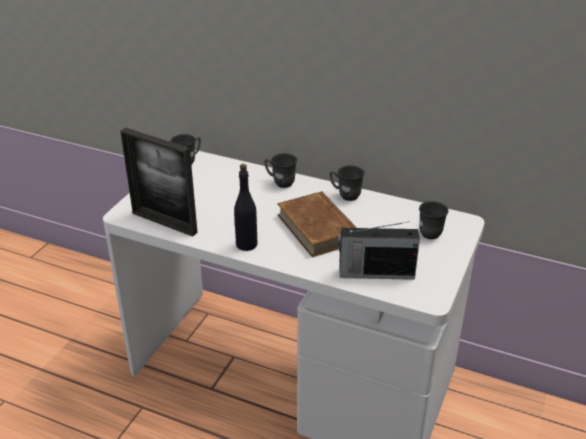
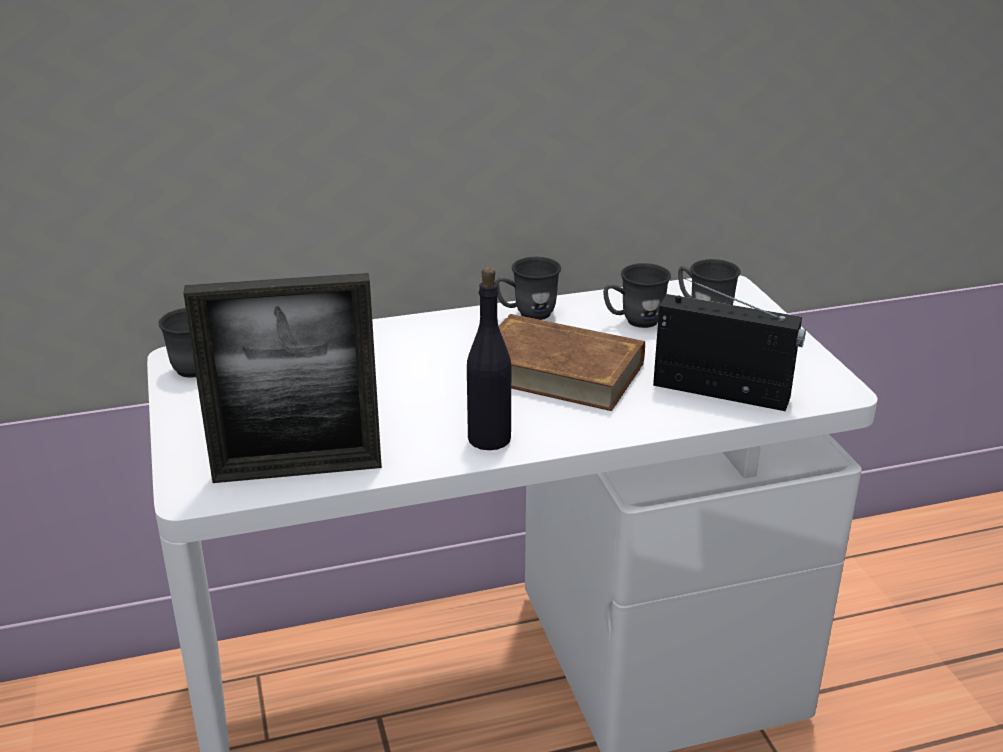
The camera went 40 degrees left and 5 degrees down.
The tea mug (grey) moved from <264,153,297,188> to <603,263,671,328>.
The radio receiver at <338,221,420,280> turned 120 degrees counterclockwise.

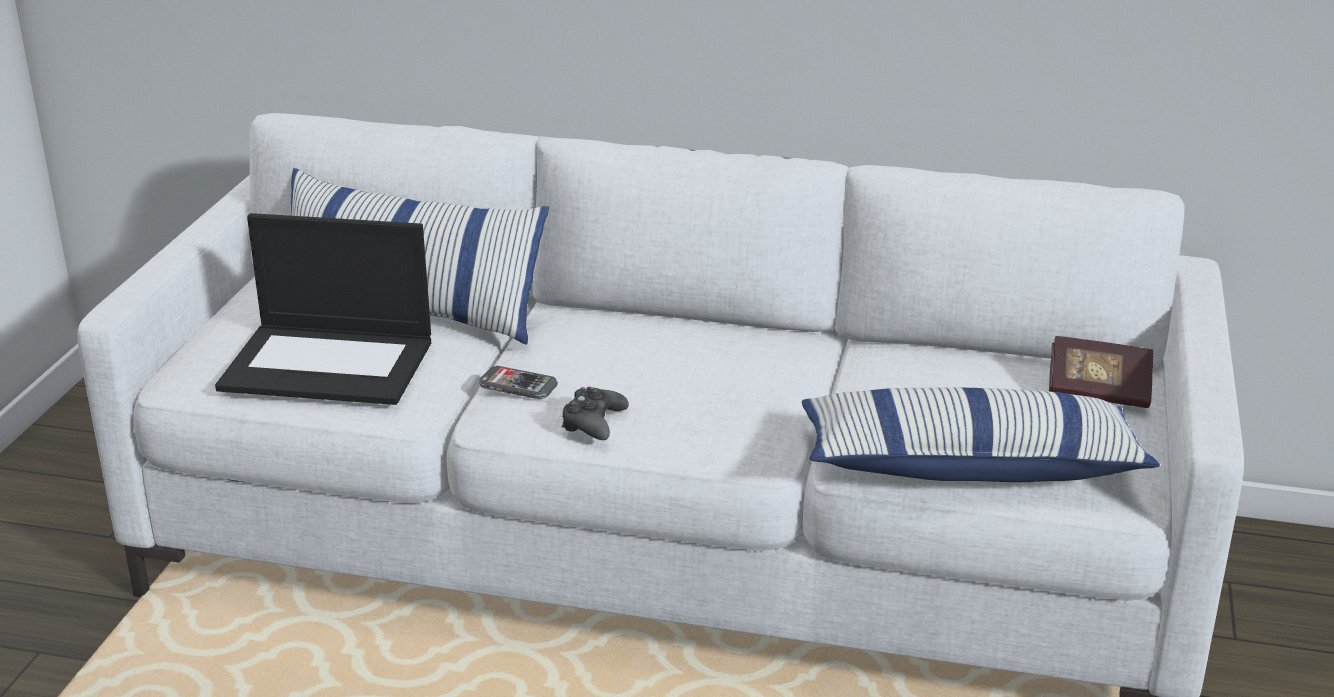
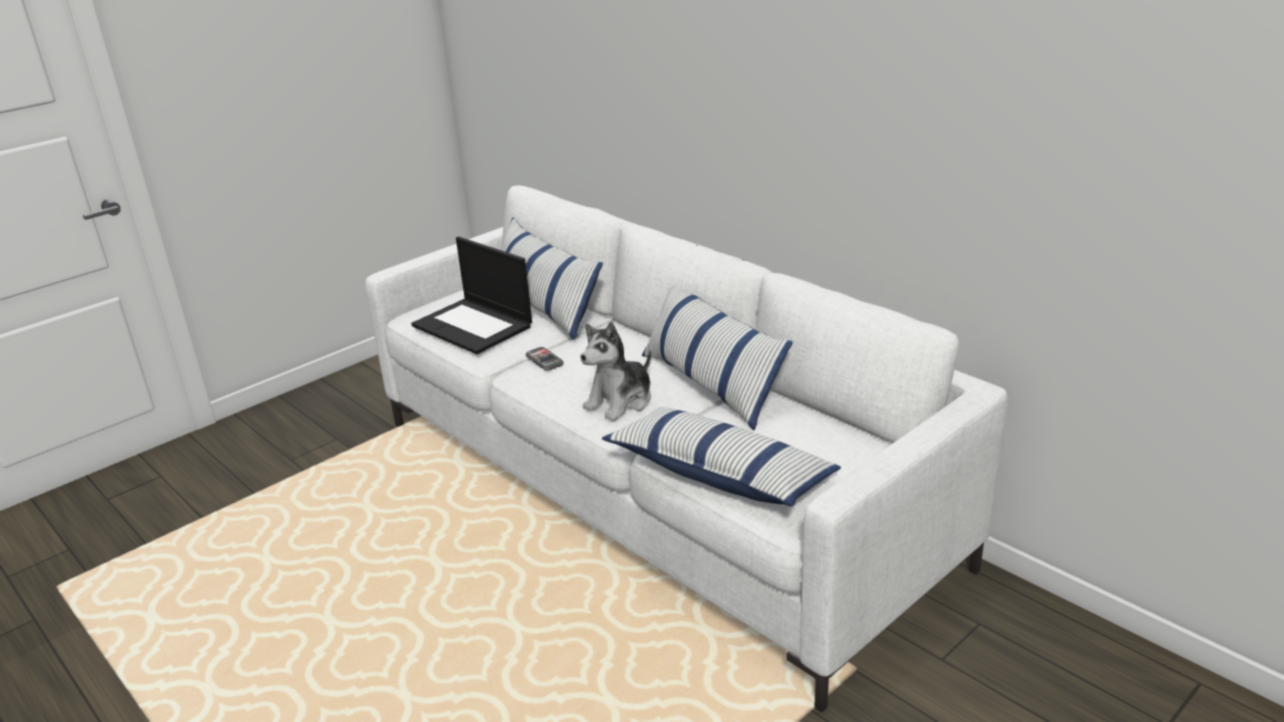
The camera went 35 degrees right and 0 degrees up.
The joypad (black) at <561,387,629,440> disappeared.
The book at <1049,336,1153,408> disappeared.
The plush toy at <580,322,651,421> appeared.
The throw pillow at <642,285,793,431> appeared.

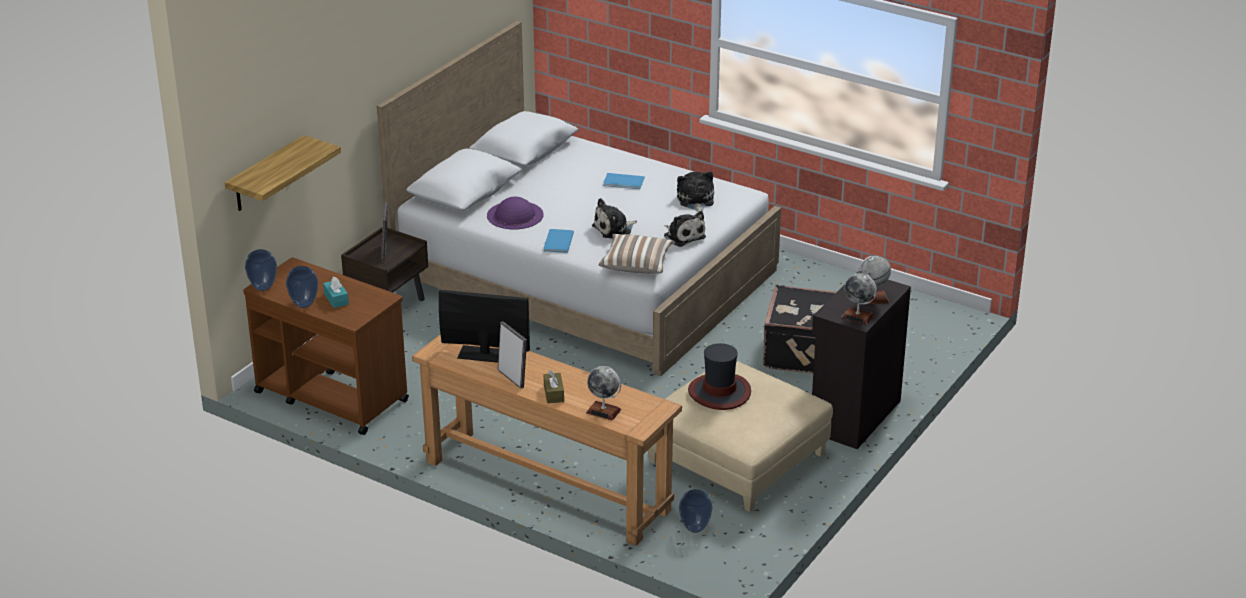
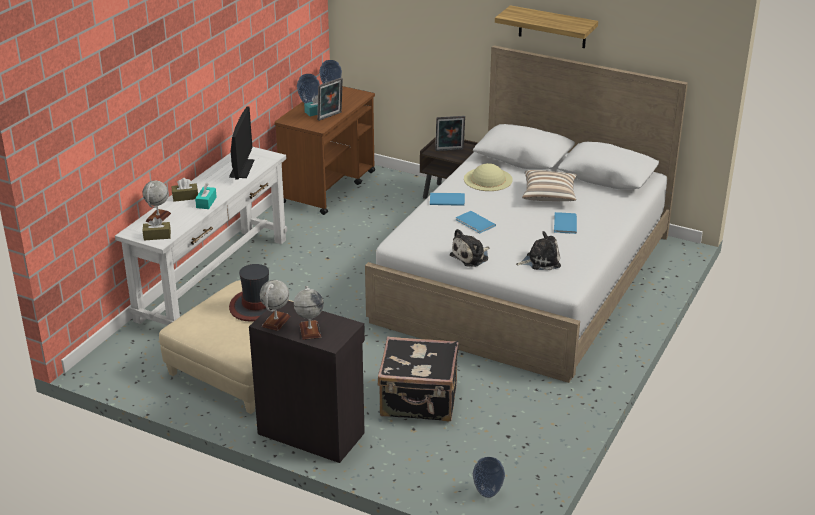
The camera went 85 degrees right and 0 degrees up.
The wall shelf moved from <225,135,341,211> to <495,5,598,48>.
The console table (brown) at <412,334,682,546> became the console table (whitish) at <115,147,287,325>.
The wearable hat (purple-coloured) at <487,197,543,229> became the wearable hat (beige-coloured) at <464,163,513,191>.
The standing frame moved from <498,321,527,389> to <317,78,343,121>.
The plush toy at <592,198,637,239> was replaced by the book (bluish) at <456,211,496,233>.
The throw pillow moved from <598,234,673,274> to <522,170,577,201>.
The flower vase moved from <679,489,713,533> to <473,457,505,498>.
The box of tissues (brown) at <143,217,171,240> appeared.
The box of tissues (turquoise) at <195,183,217,209> appeared.

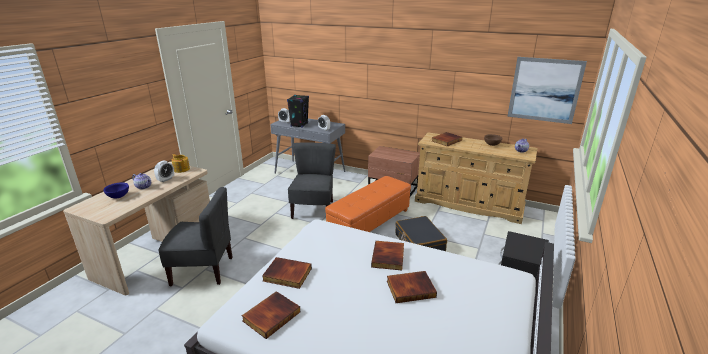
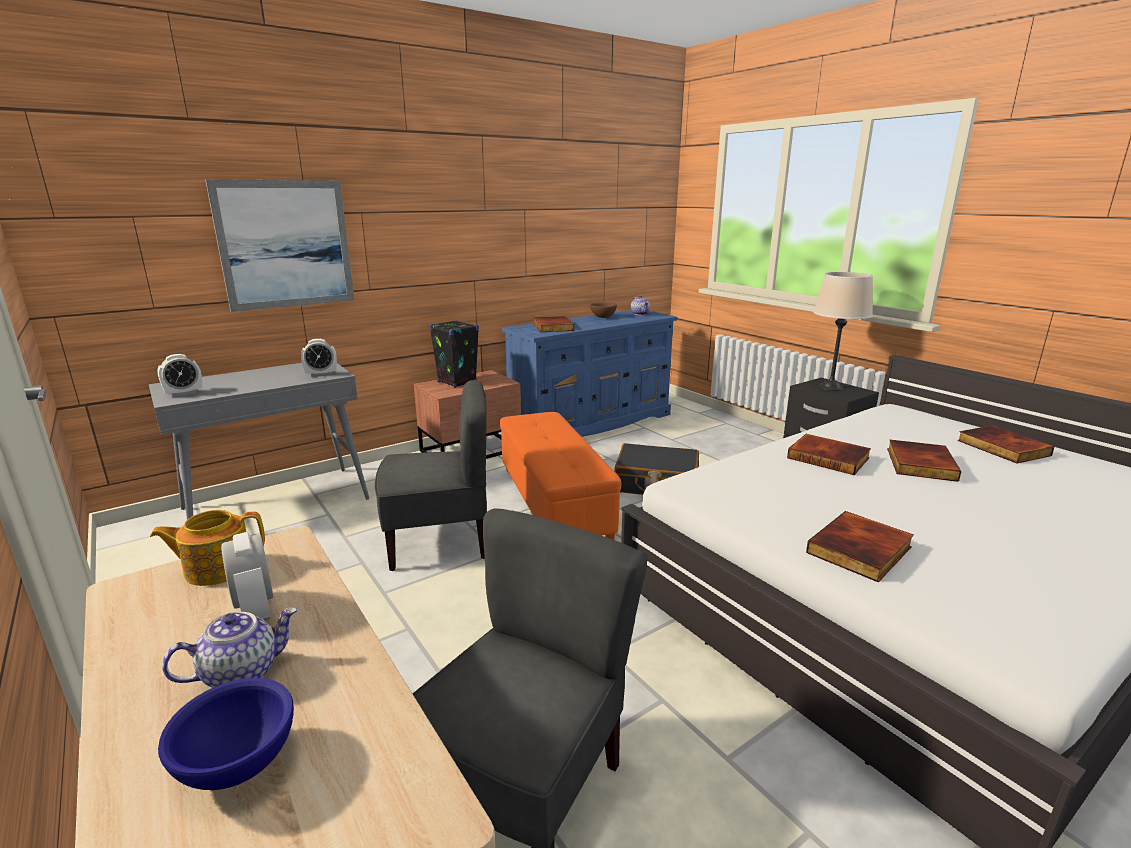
The camera went 60 degrees left and 5 degrees down.
The book moved from <242,291,300,339> to <957,425,1055,464>.
The speaker (black) moved from <287,95,309,128> to <430,320,479,388>.
The upright chair (grey) at <288,142,336,219> turned 135 degrees clockwise.
The chest of drawers (beige-coloured) at <415,132,537,224> became the chest of drawers (bluish) at <502,310,678,437>.
The wall picture moved from <507,57,587,124> to <205,179,354,312>.
The table lamp (beige-coloured) at <813,272,873,391> appeared.

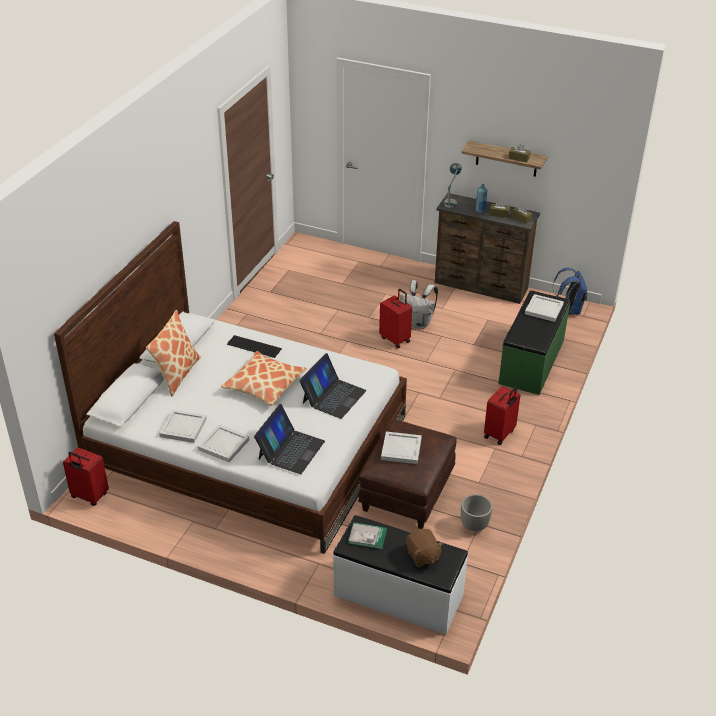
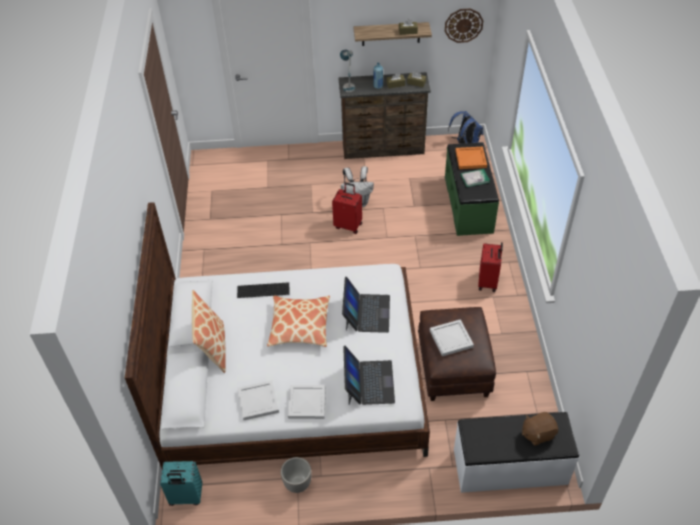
The camera went 25 degrees left and 10 degrees up.
The piece of luggage (reddish) at <63,447,109,506> became the piece of luggage (turquoise) at <160,461,202,506>.
The book moved from <348,522,387,549> to <461,169,490,187>.
The plush toy (brown) at <406,529,443,567> turned 120 degrees clockwise.
The flower pot moved from <461,494,493,531> to <281,457,311,493>.
The carrying tray (whitish) at <525,294,564,322> became the carrying tray (orange-coloured) at <455,147,487,169>.
The clock on the wall at <445,8,483,43> appeared.

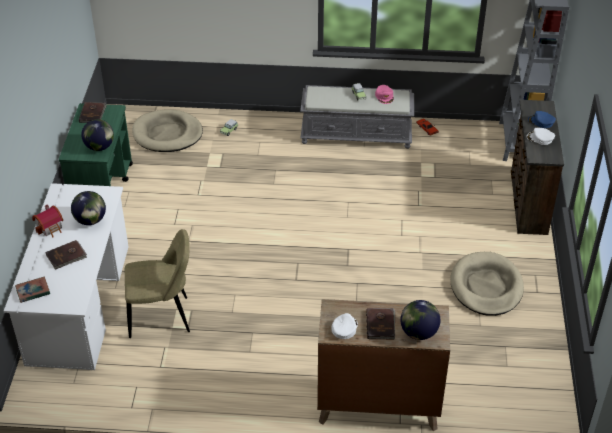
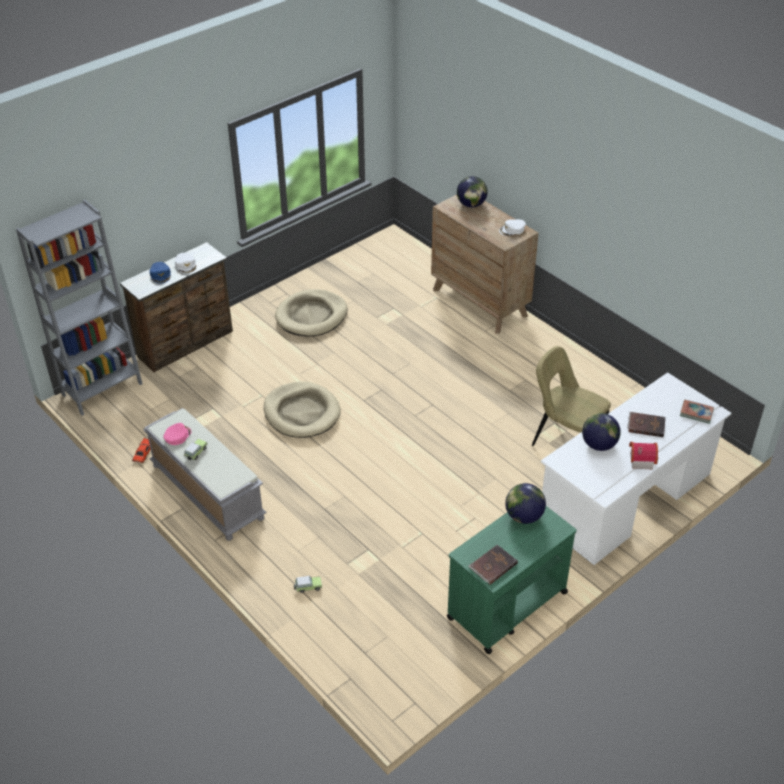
The camera went 135 degrees left and 0 degrees up.
The dog bed (beige-coloured) moved from <132,109,203,152> to <264,381,341,438>.
The book (brown) at <366,308,395,339> disappeared.

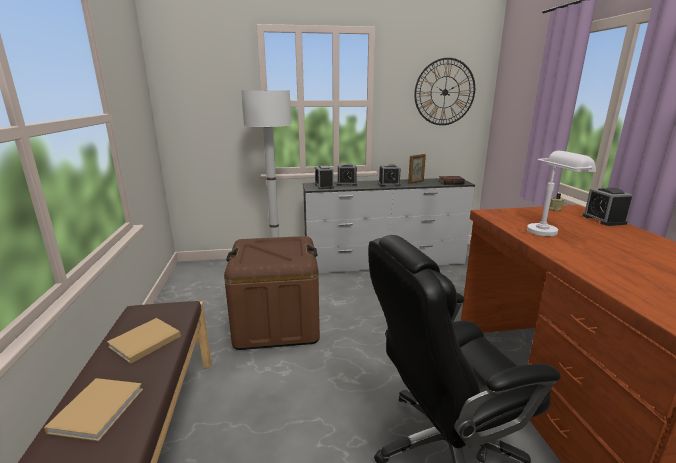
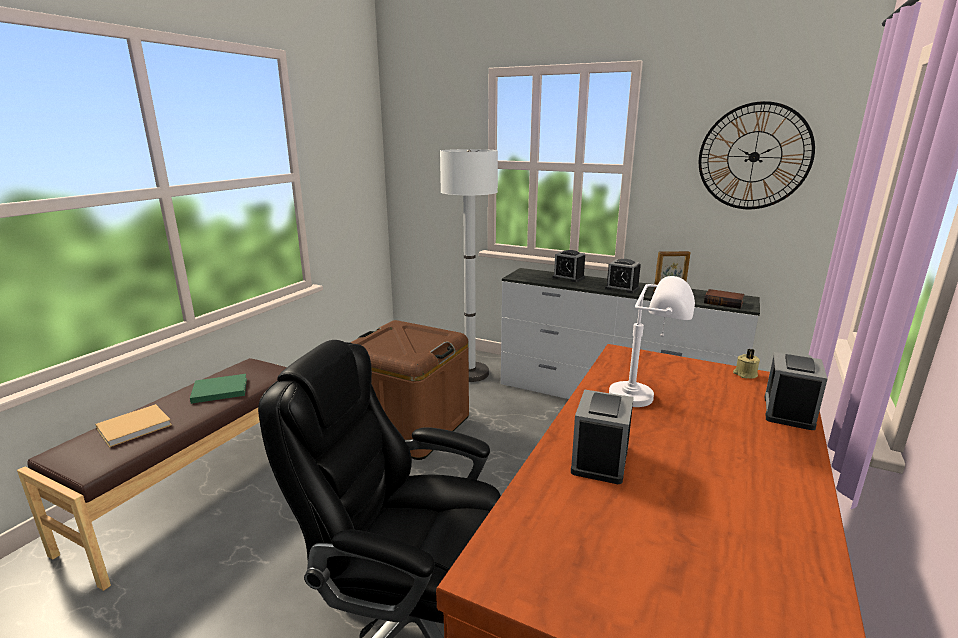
The camera went 35 degrees right and 0 degrees up.
The book (beige-coloured) at <107,318,181,364> became the book (green-coloured) at <190,374,247,404>.
The alarm clock moved from <315,166,334,189> to <571,389,634,484>.

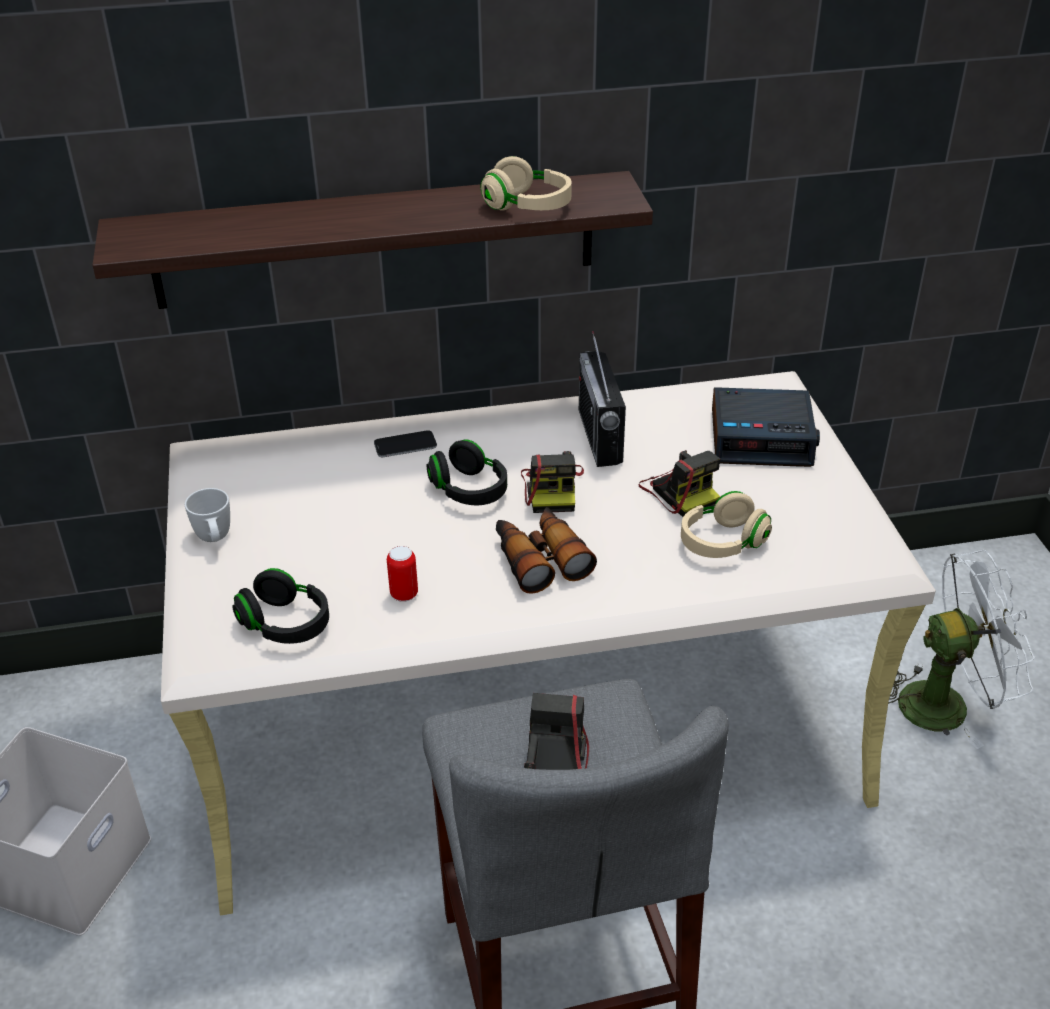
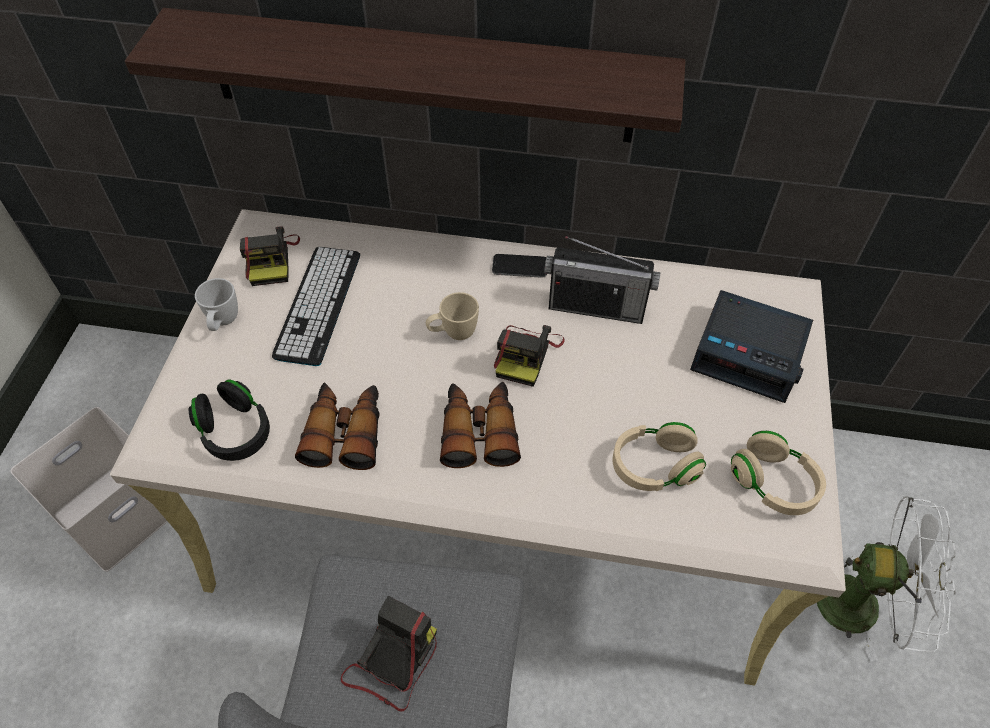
The camera went 20 degrees right and 15 degrees up.
The telephone moved from <374,430,437,457> to <492,254,547,278>.
The can at <387,546,418,602> was replaced by the binoculars at <295,382,380,470>.
The headset (black) at <427,440,507,505> was replaced by the tea mug (beige-coloured) at <426,292,479,340>.
The headset (beige-coloured) moved from <480,156,572,211> to <731,431,826,515>.
The radio receiver at <579,331,626,467> turned 90 degrees counterclockwise.
The still camera moved from <638,450,720,517> to <240,226,300,286>.
The keyboard at <272,247,360,366> appeared.

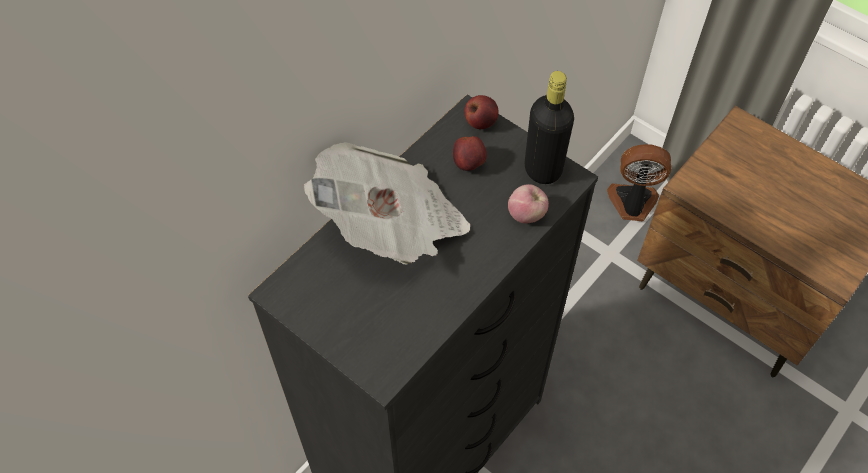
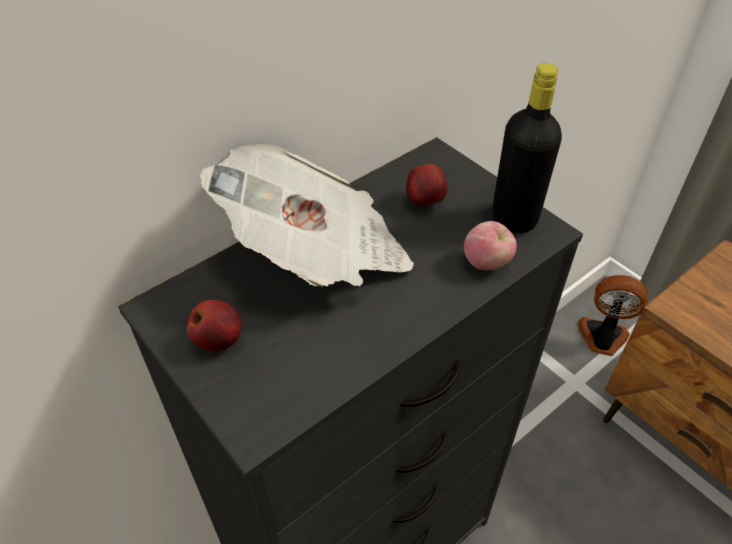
The camera went 10 degrees right and 10 degrees down.
The apple moved from <465,95,499,129> to <187,300,242,351>.

